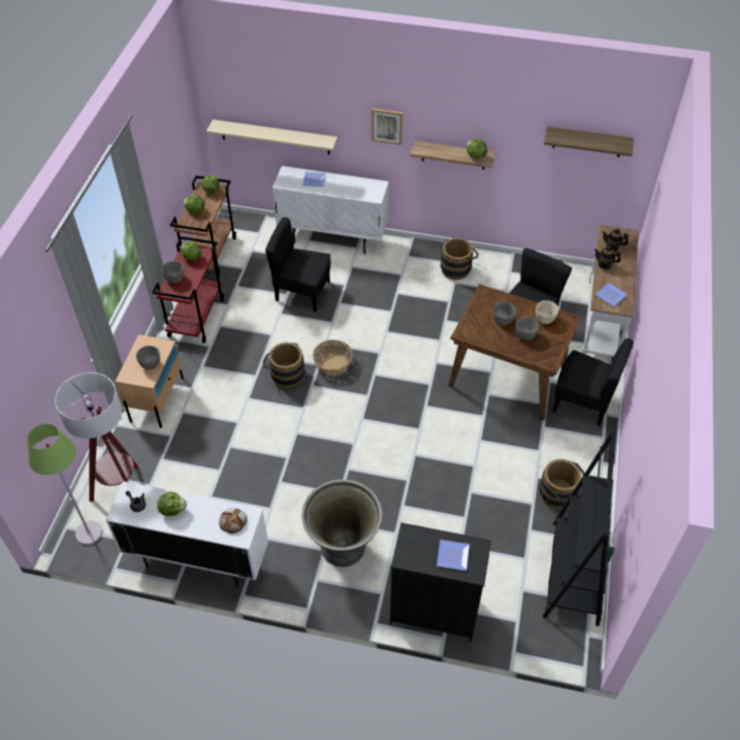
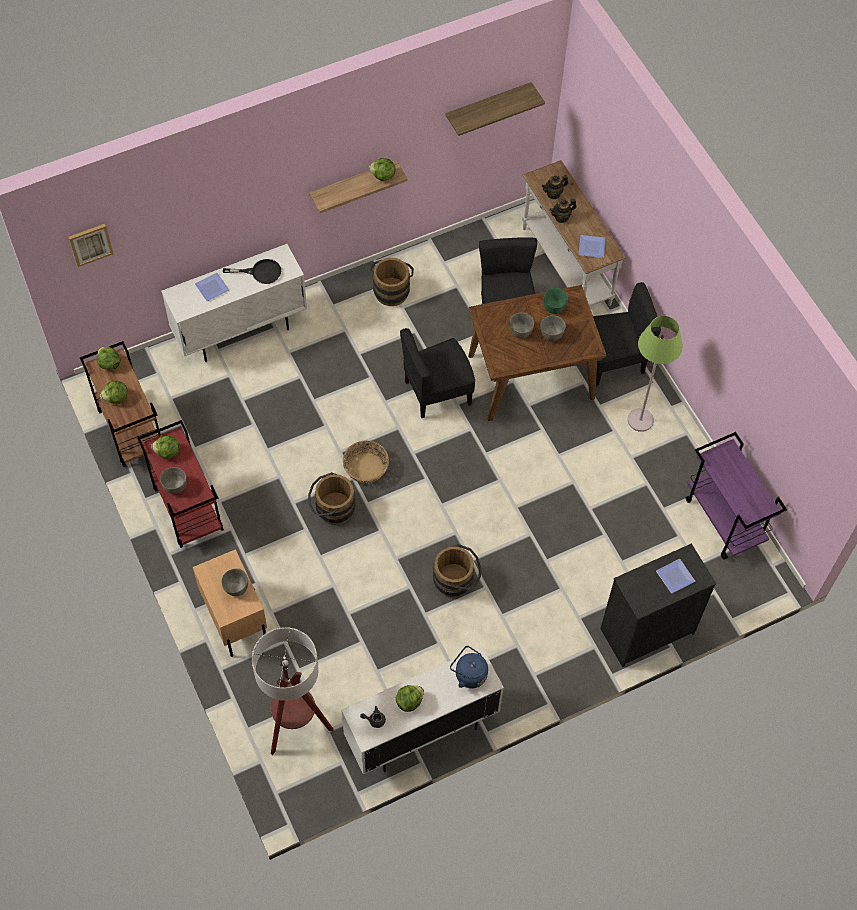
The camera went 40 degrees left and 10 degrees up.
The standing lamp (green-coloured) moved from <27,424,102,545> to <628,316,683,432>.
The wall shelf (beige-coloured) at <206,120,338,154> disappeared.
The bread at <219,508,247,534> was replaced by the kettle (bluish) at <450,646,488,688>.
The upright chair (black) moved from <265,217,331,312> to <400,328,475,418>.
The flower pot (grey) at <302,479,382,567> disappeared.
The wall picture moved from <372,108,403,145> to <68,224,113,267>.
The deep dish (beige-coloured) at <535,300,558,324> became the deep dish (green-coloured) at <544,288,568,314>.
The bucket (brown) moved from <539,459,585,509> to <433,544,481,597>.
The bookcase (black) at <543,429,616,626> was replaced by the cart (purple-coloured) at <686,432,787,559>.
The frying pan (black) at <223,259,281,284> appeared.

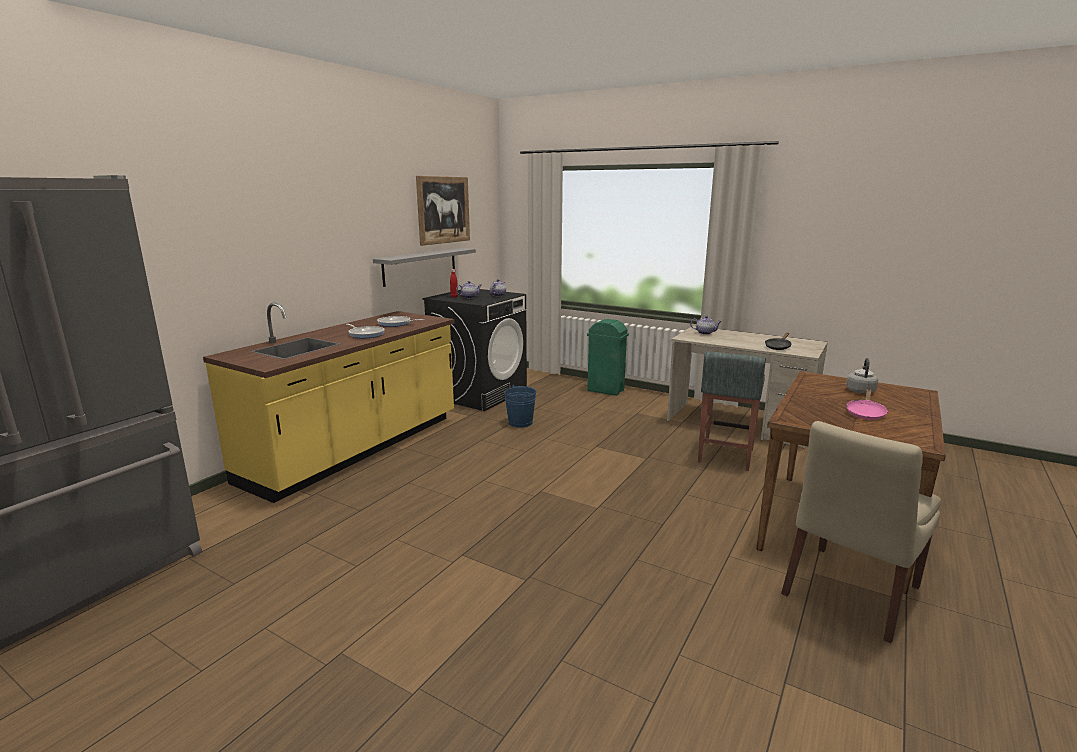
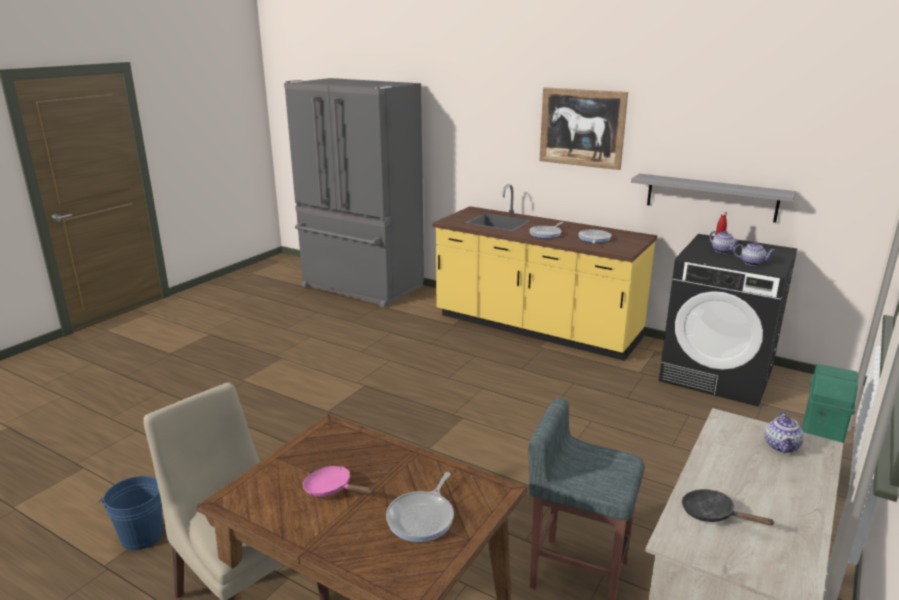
The camera went 90 degrees right and 5 degrees up.
The wall picture moved from <416,176,470,246> to <539,87,628,170>.
The bucket (bluish) moved from <504,385,537,428> to <99,476,163,550>.
The kettle (grey) at <846,358,878,394> was replaced by the frying pan at <386,472,454,542>.

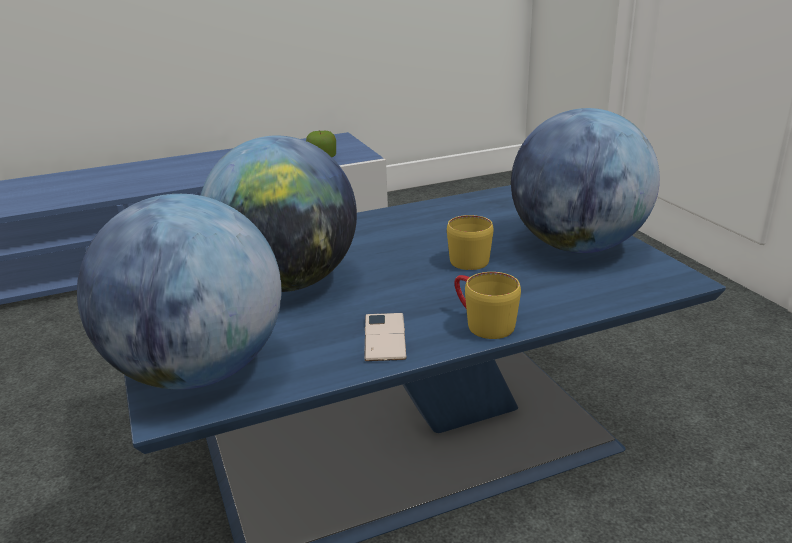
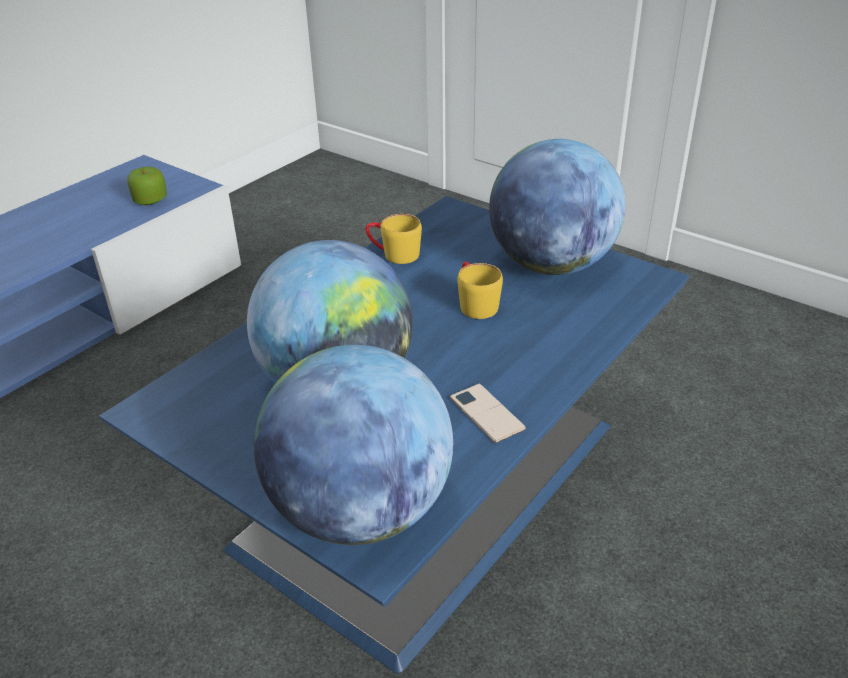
The camera went 30 degrees left and 10 degrees up.
The tea mug (yellow) moved from <455,272,521,339> to <365,214,422,264>.

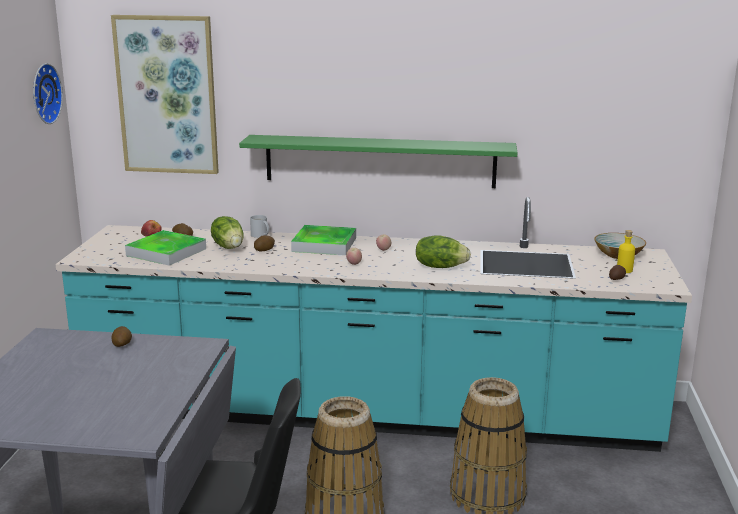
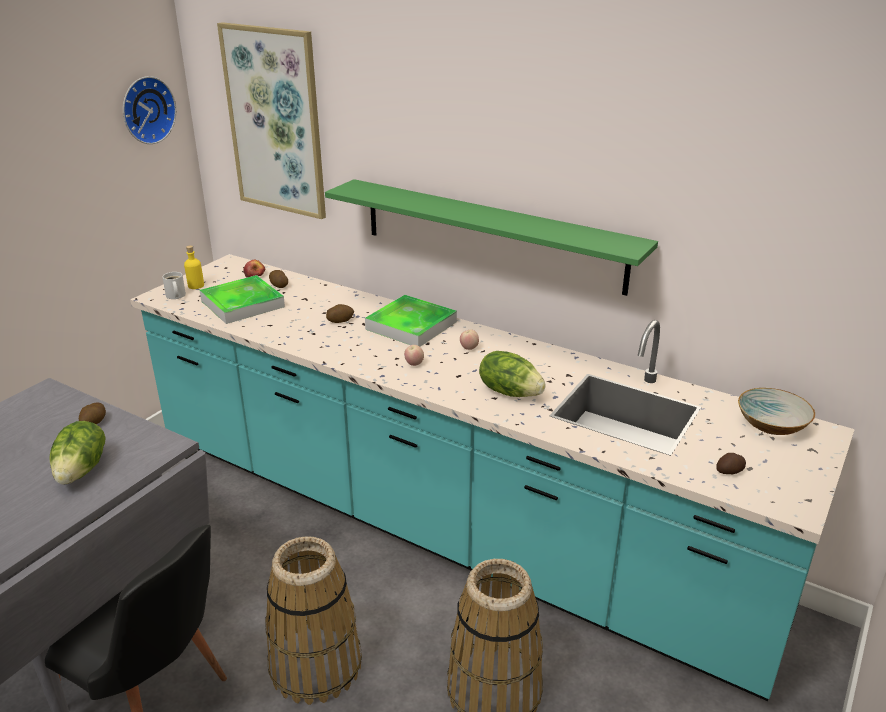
The camera went 25 degrees right and 10 degrees up.
The lettuce head moved from <211,216,243,249> to <49,421,106,484>.
The tea mug (whitish) moved from <250,215,269,238> to <162,272,186,299>.
The drink bottle (yellow) moved from <617,230,635,273> to <184,245,204,289>.

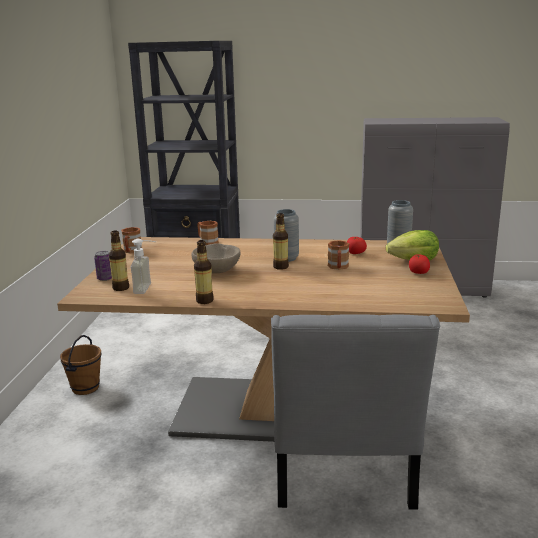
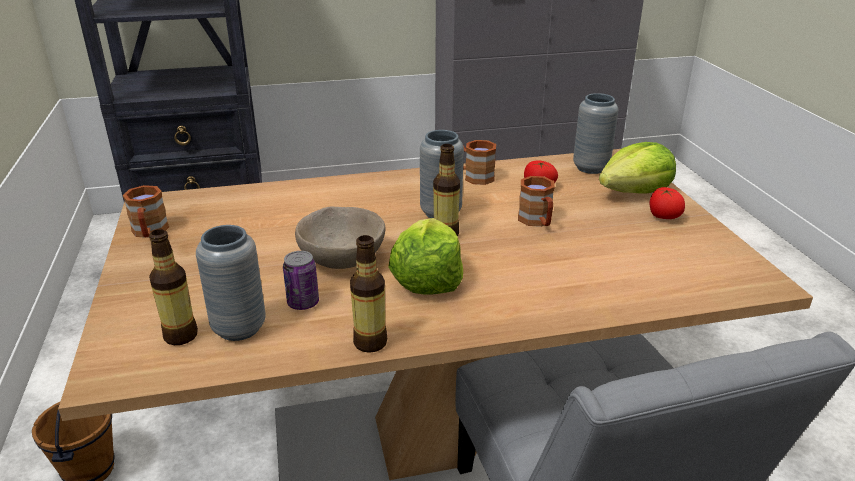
The camera went 20 degrees left and 10 degrees up.
The can moved from <94,251,112,281> to <283,251,319,310>.
The soap bottle at <131,239,156,294> was replaced by the flower vase (grey) at <196,225,266,341>.
The tea mug (brown) moved from <197,221,219,245> to <463,140,496,185>.
The lettuce head at <388,218,463,295> appeared.

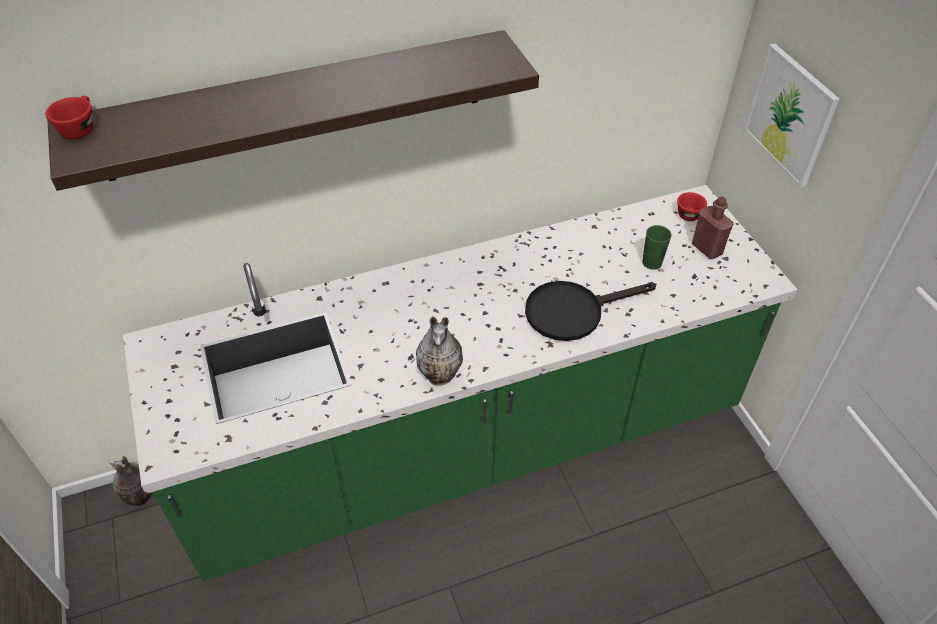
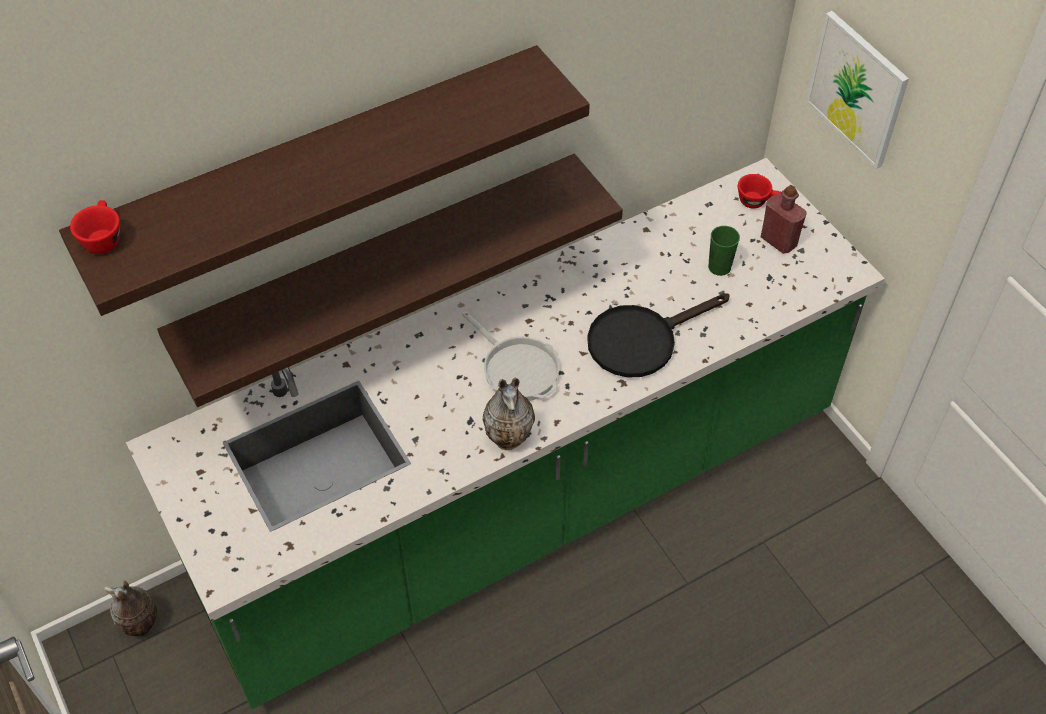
The camera went 10 degrees left and 5 degrees up.
The wall shelf at <157,154,623,407> appeared.
The frying pan at <462,312,559,401> appeared.

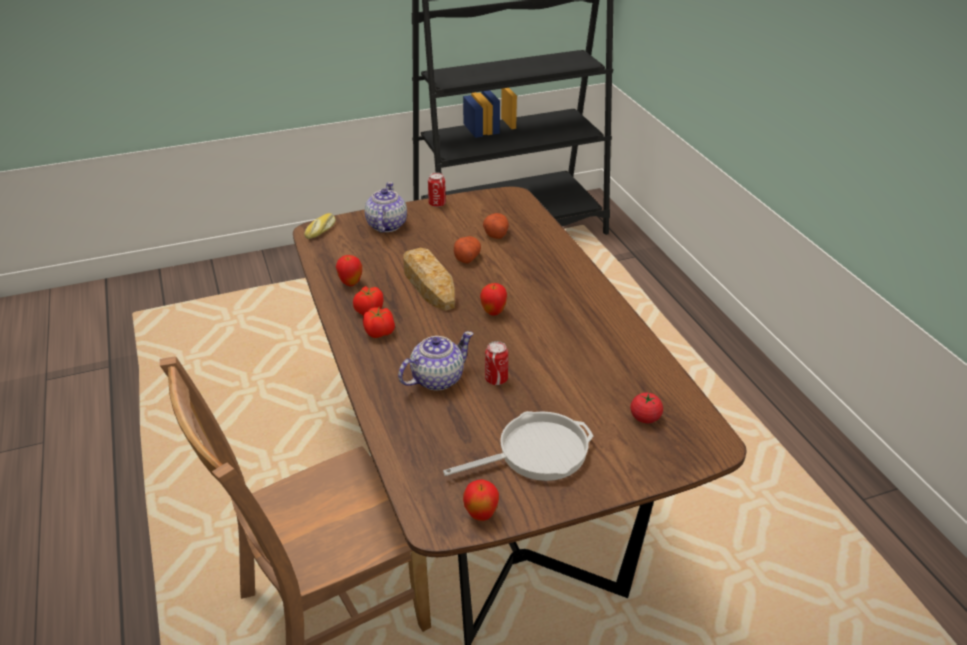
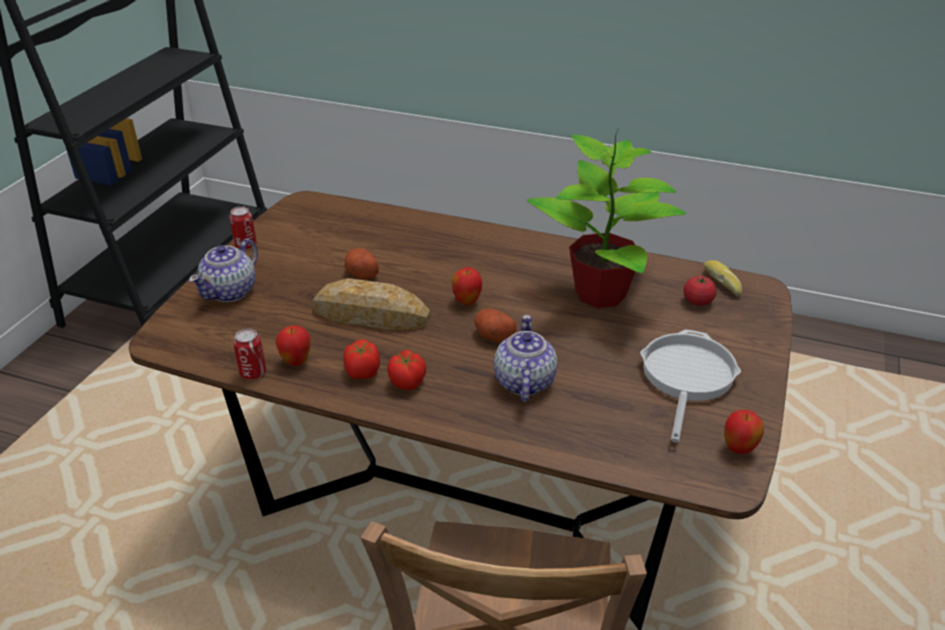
The camera went 50 degrees left and 0 degrees up.
The bread moved from <304,213,336,239> to <704,260,742,296>.
The teapot at <365,182,407,233> turned 105 degrees counterclockwise.
The potato moved from <483,213,509,239> to <474,309,516,343>.
The can moved from <485,341,508,385> to <233,328,266,380>.
The houseplant at <526,129,686,308> appeared.

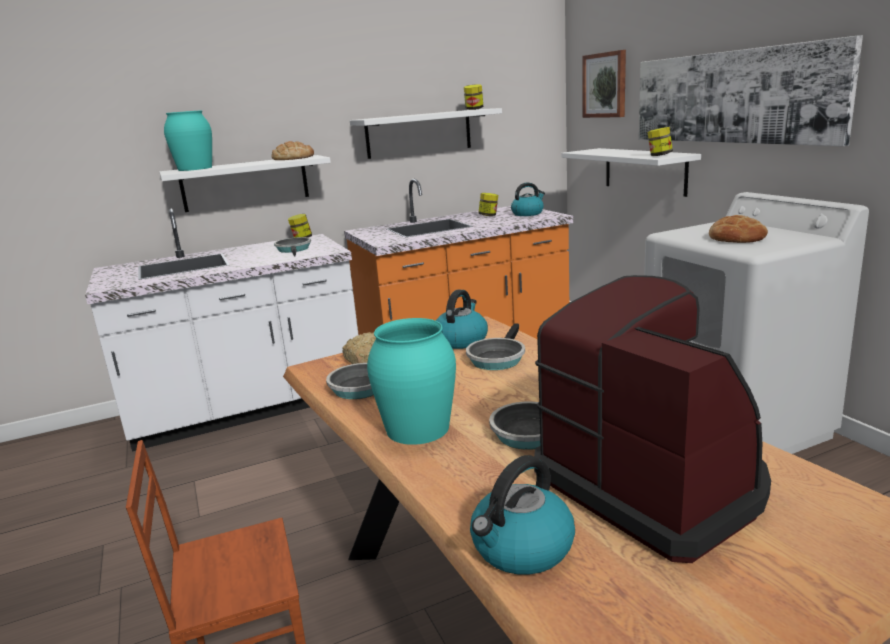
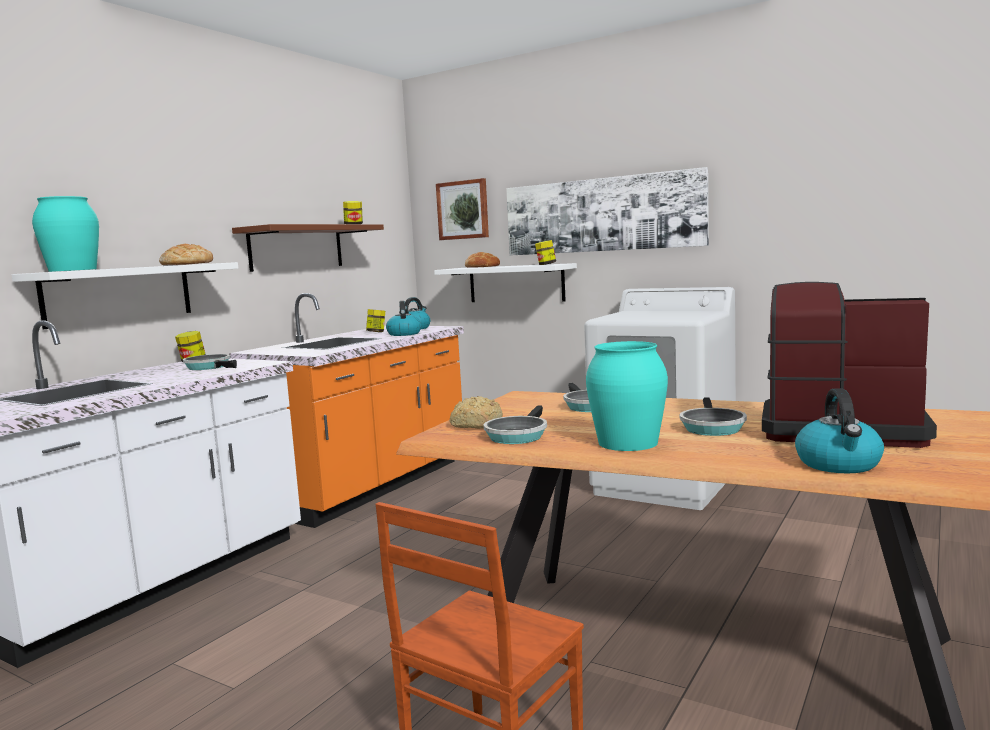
The camera went 35 degrees left and 10 degrees down.
The wall shelf (whitish) at <350,108,502,159> became the wall shelf (brown) at <232,224,384,272>.
The kettle moved from <436,290,488,349> to <386,301,421,336>.
The bread moved from <709,215,768,243> to <465,252,500,268>.

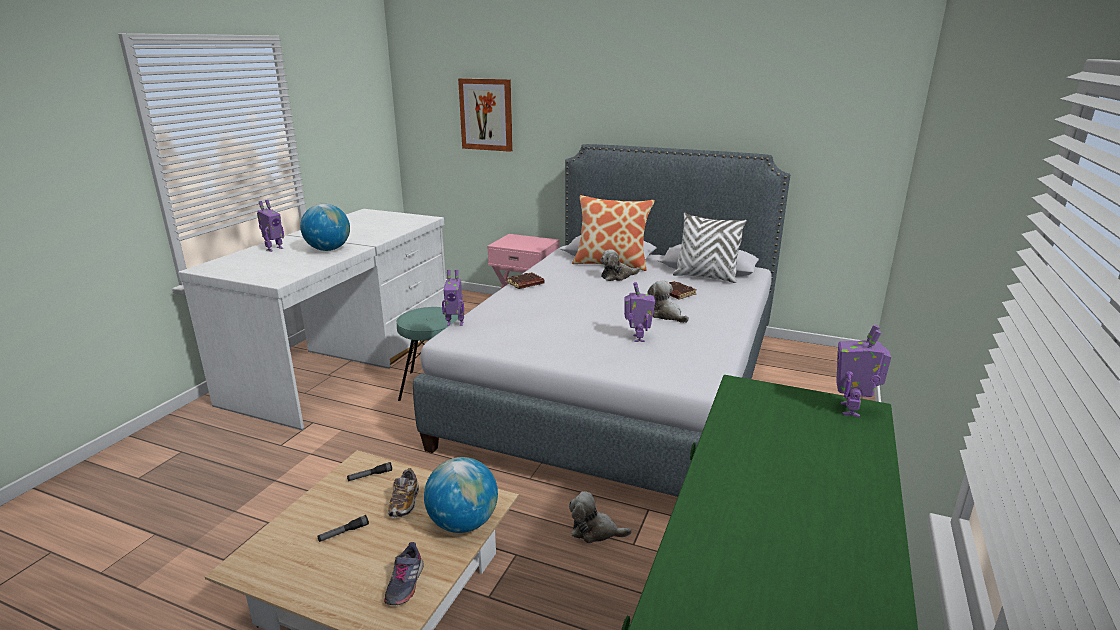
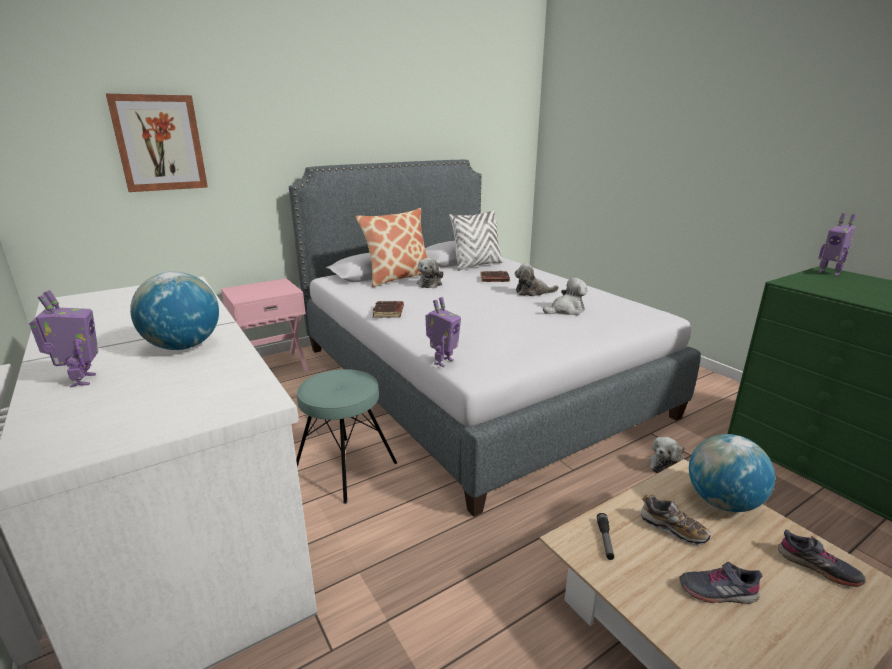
The camera went 55 degrees left and 0 degrees up.
The torch at <317,515,369,542> was replaced by the shoe (grey) at <679,561,762,604>.
The toy robot at <624,282,655,342> was replaced by the plush toy at <543,278,587,315>.

